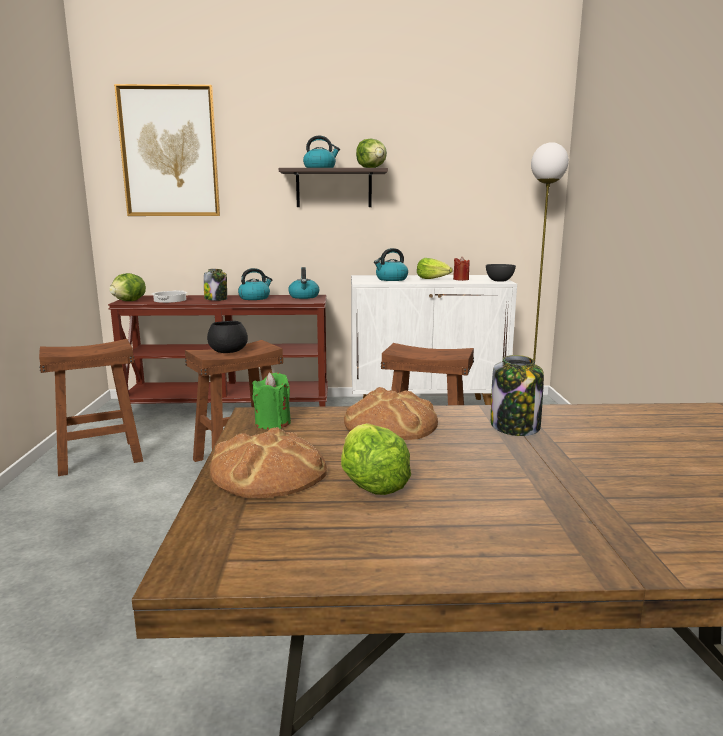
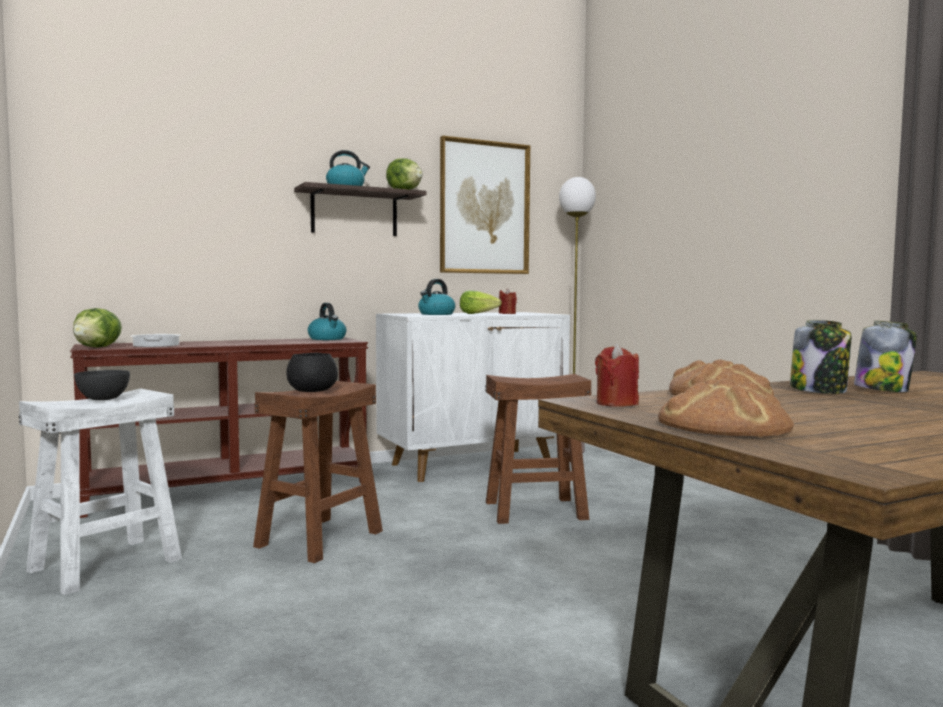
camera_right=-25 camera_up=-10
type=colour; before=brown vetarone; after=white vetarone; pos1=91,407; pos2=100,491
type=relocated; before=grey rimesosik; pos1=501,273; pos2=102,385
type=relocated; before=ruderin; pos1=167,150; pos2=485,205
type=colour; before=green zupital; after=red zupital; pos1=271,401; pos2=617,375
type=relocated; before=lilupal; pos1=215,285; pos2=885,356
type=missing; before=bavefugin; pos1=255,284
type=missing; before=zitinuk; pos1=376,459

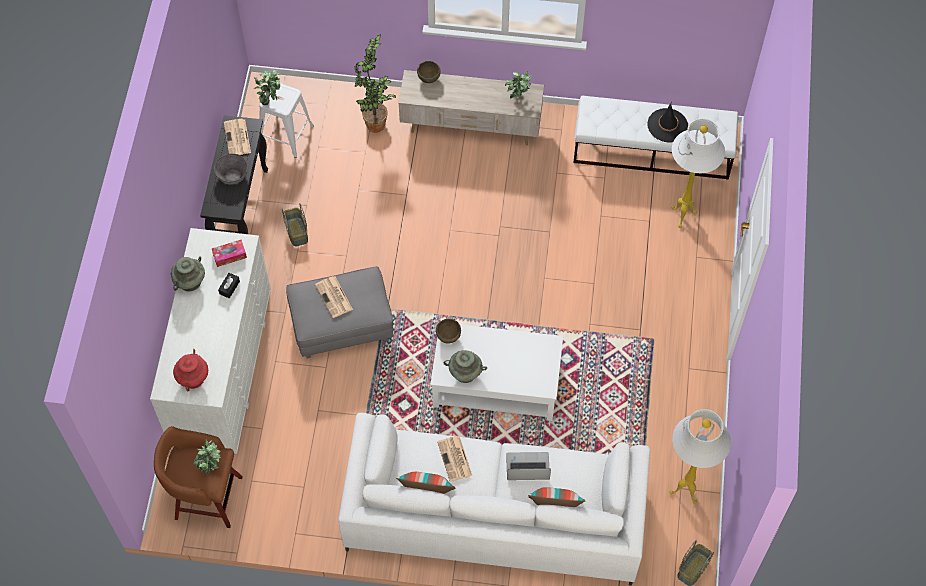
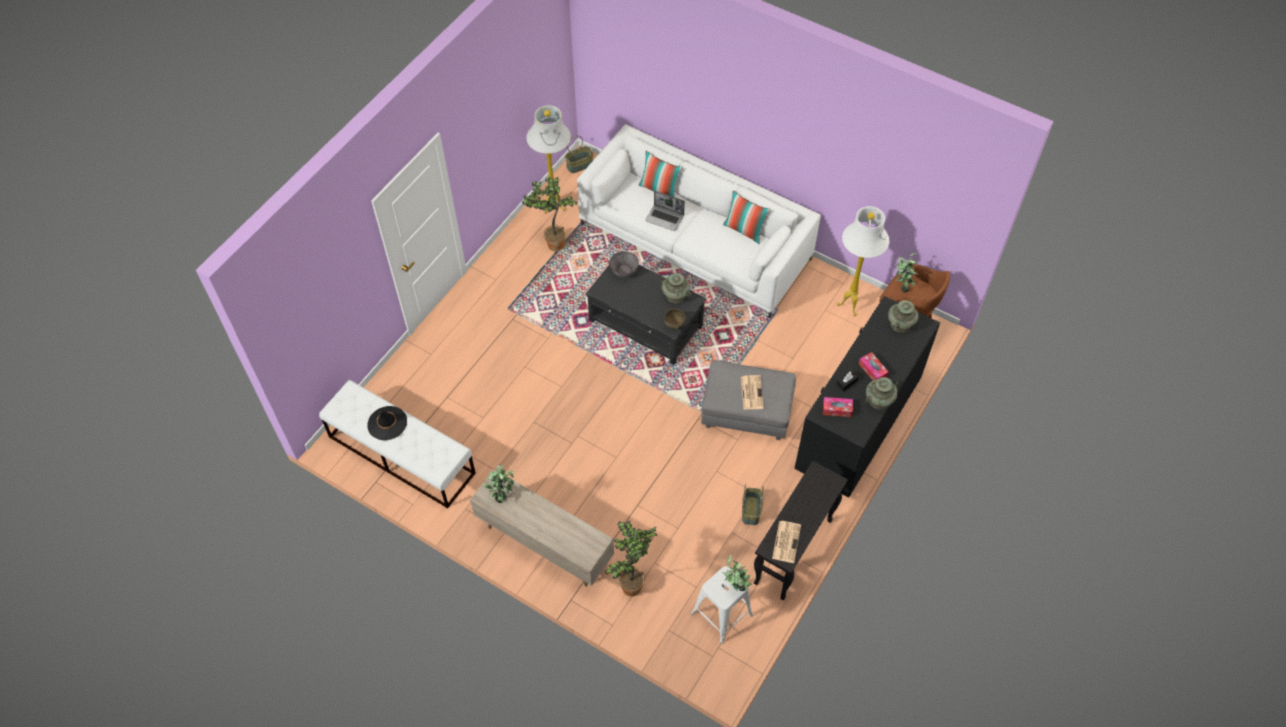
camera_right=-155 camera_up=-5
type=appeared; after=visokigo; pos2=549,214
type=colour; before=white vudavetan; after=black vudavetan; pos1=496,372; pos2=646,315
type=relocated; before=grey rimesosik; pos1=231,169; pos2=624,264
type=colour; before=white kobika; after=black kobika; pos1=210,341; pos2=867,397
type=relocated; before=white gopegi; pos1=698,173; pos2=863,261
type=appeared; after=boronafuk; pos2=874,366
type=colour; before=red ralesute; after=turquoise ralesute; pos1=190,370; pos2=903,316
type=missing; before=brown rimesosik; pos1=429,72
type=missing; before=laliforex; pos1=454,459

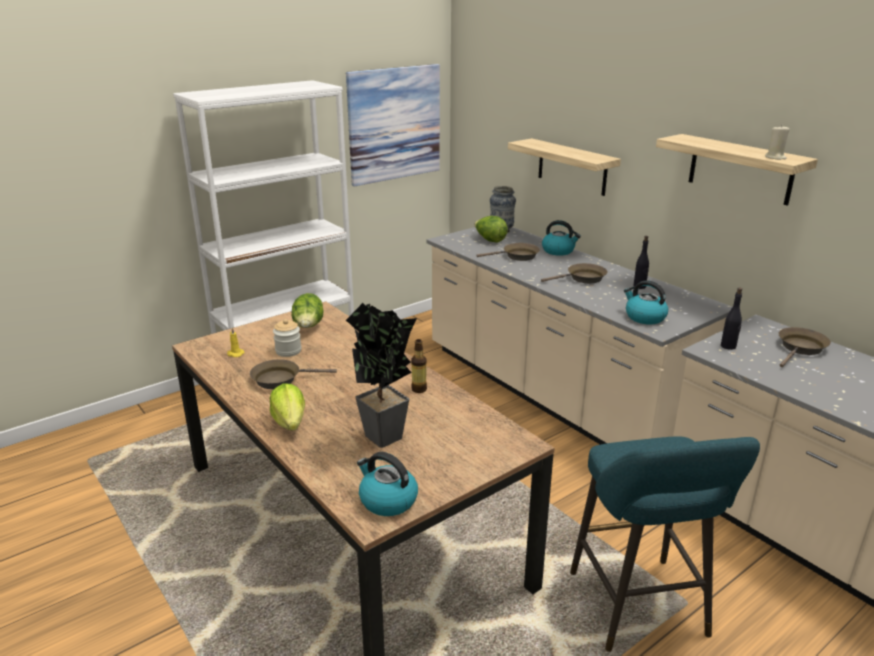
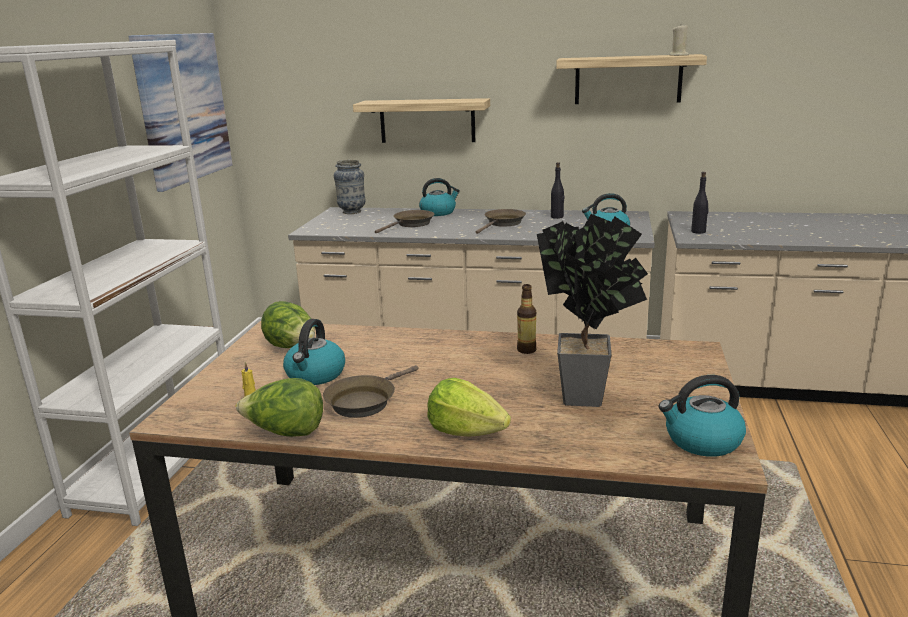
camera_right=-40 camera_up=-5
type=relocated; before=zitinuk; pos1=491,229; pos2=279,407
type=exchanged; before=lilupal; after=bavefugin; pos1=287,338; pos2=314,352
type=missing; before=turquoise vetarone; pos1=665,544
type=missing; before=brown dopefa; pos1=805,347

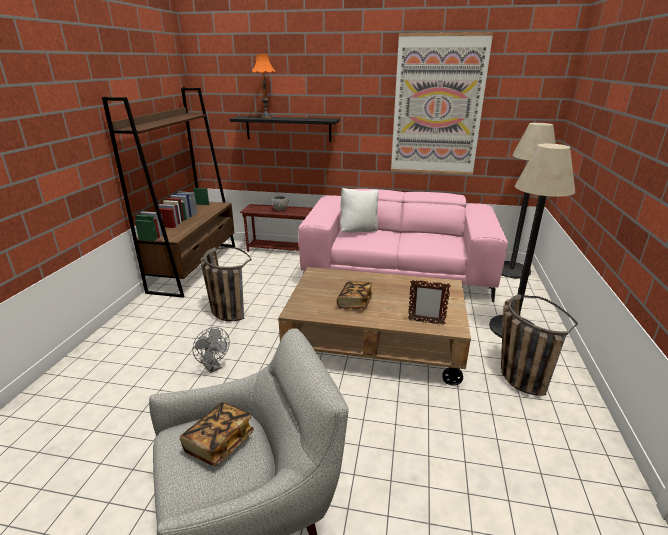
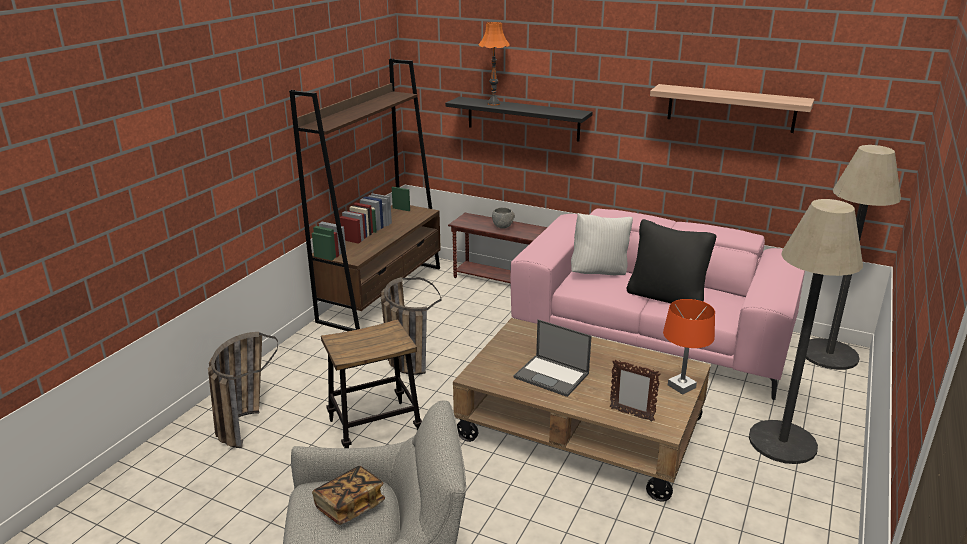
camera_right=15 camera_up=0
type=relocated; before=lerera; pos1=539,345; pos2=243,390
type=exchanged; before=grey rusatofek; after=vetarone; pos1=211,350; pos2=371,383
type=exchanged; before=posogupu; after=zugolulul; pos1=354,294; pos2=553,358
type=appeared; after=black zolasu; pos2=672,261
type=exchanged; before=ruderin; after=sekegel; pos1=442,103; pos2=732,108
type=appeared; after=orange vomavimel; pos2=689,347

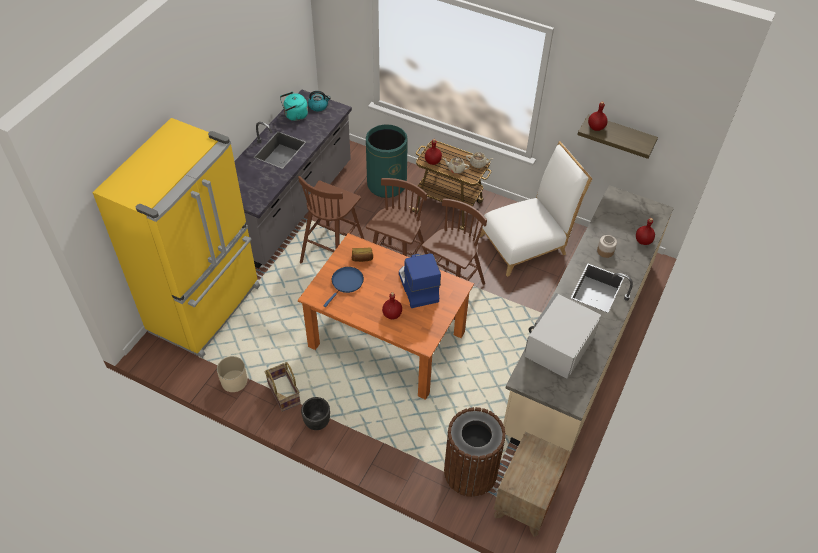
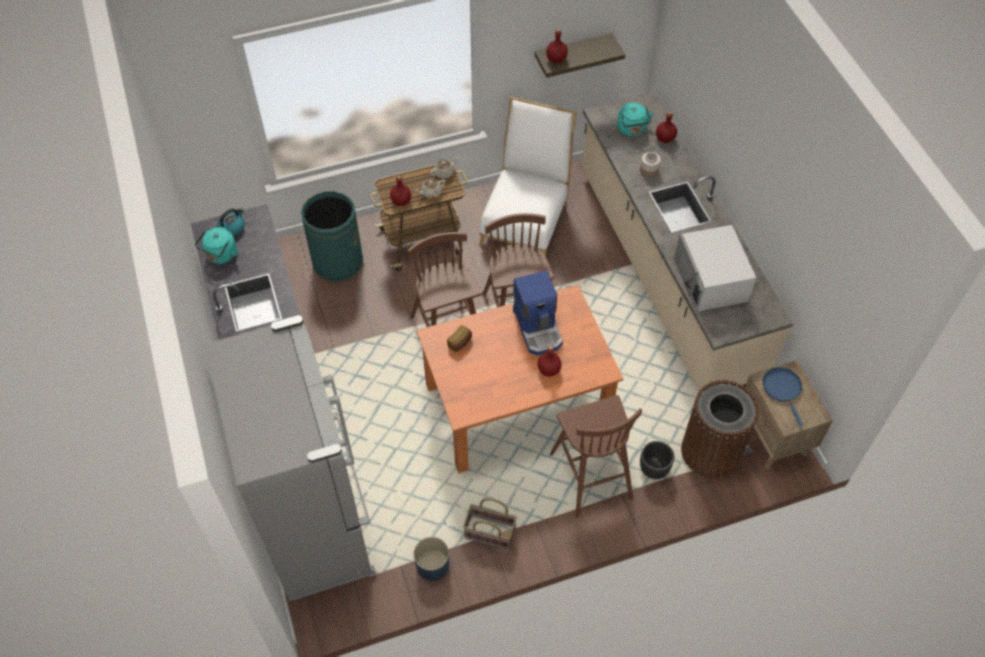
camera_right=-45 camera_up=5
type=colour; before=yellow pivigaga; after=grey pivigaga; pos1=176,238; pos2=290,458
type=colour; before=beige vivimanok; after=blue vivimanok; pos1=232,374; pos2=431,559
type=spun; before=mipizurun; pos1=420,280; pos2=538,313; turn=-135
type=relocated; before=brown vetarone; pos1=331,219; pos2=596,456
type=appeared; after=turquoise bavefugin; pos2=635,120
type=relocated; before=black vivimanok; pos1=315,413; pos2=657,460
type=relocated; before=blue dopefa; pos1=343,287; pos2=783,396

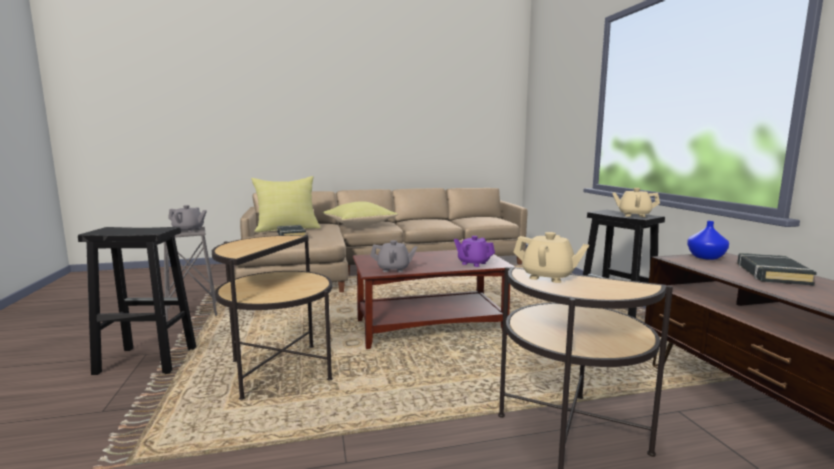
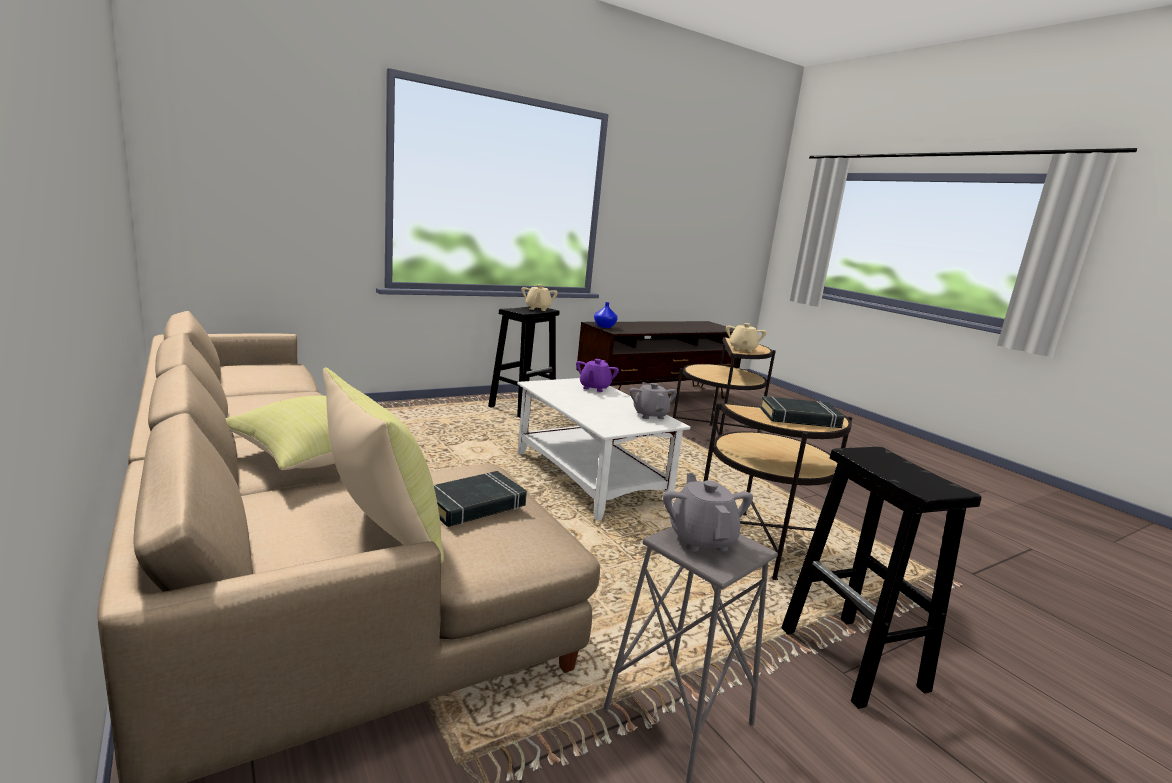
camera_right=-110 camera_up=5
type=colour; before=brown vudavetan; after=white vudavetan; pos1=434,299; pos2=604,449
type=relocated; before=black posogupu; pos1=777,269; pos2=802,412

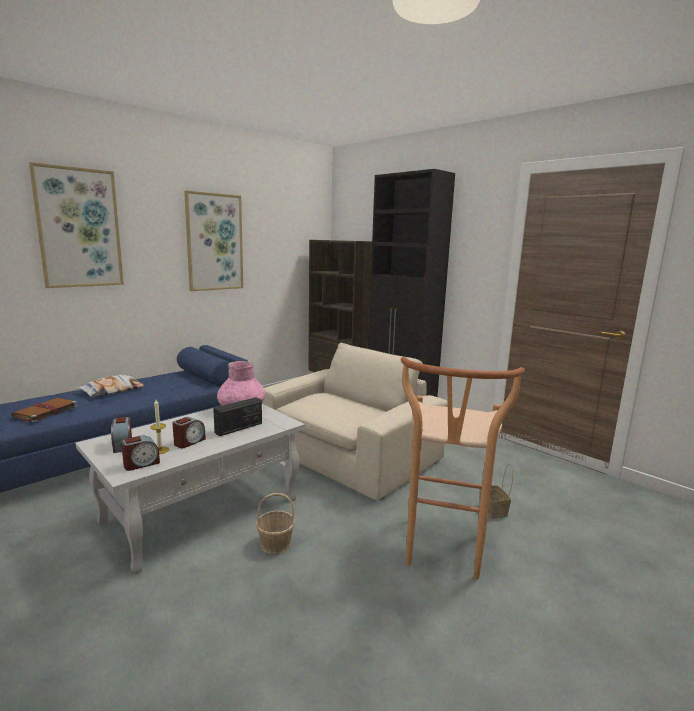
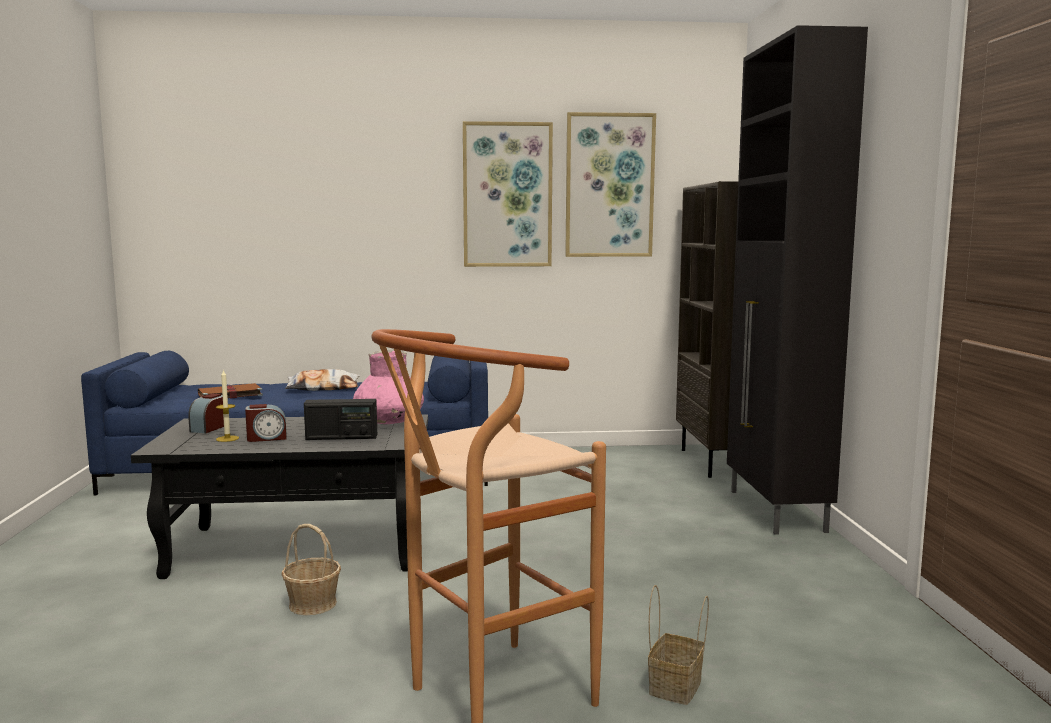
camera_right=40 camera_up=-5
type=colour; before=white vudavetan; after=black vudavetan; pos1=190,489; pos2=279,496
type=relocated; before=ruderin; pos1=76,225; pos2=610,184
type=missing; before=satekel; pos1=140,453
type=missing; before=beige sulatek; pos1=355,421

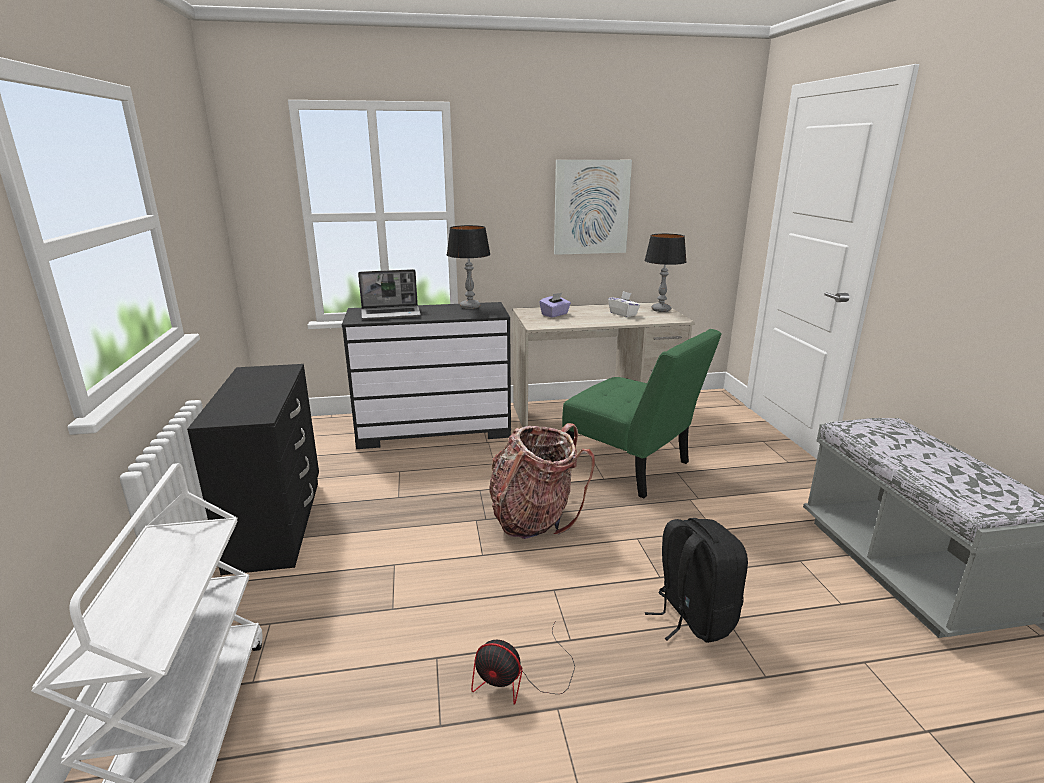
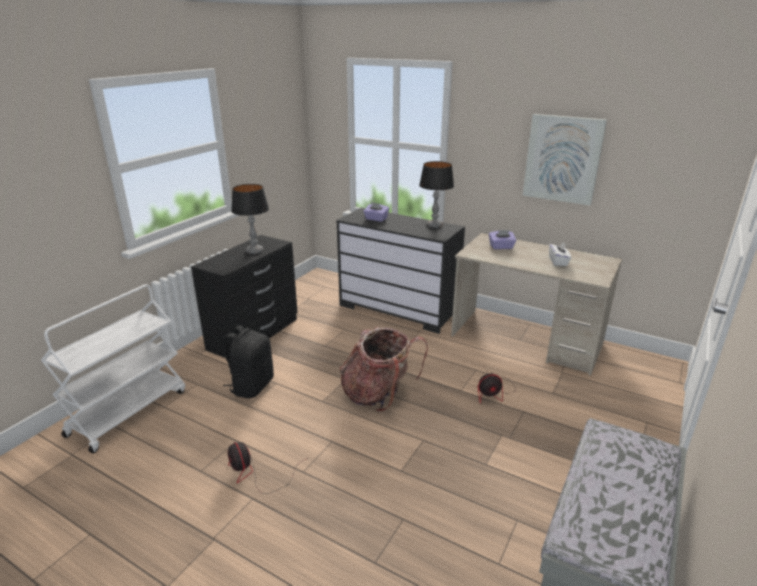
camera_right=40 camera_up=5
type=relocated; before=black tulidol; pos1=696,580; pos2=248,361
type=relocated; before=vomavimel; pos1=665,273; pos2=250,219
type=exchanged; before=zugolulul; after=purple boronafuk; pos1=389,294; pos2=376,212
type=exchanged; before=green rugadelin; after=rusatofek; pos1=642,413; pos2=497,385

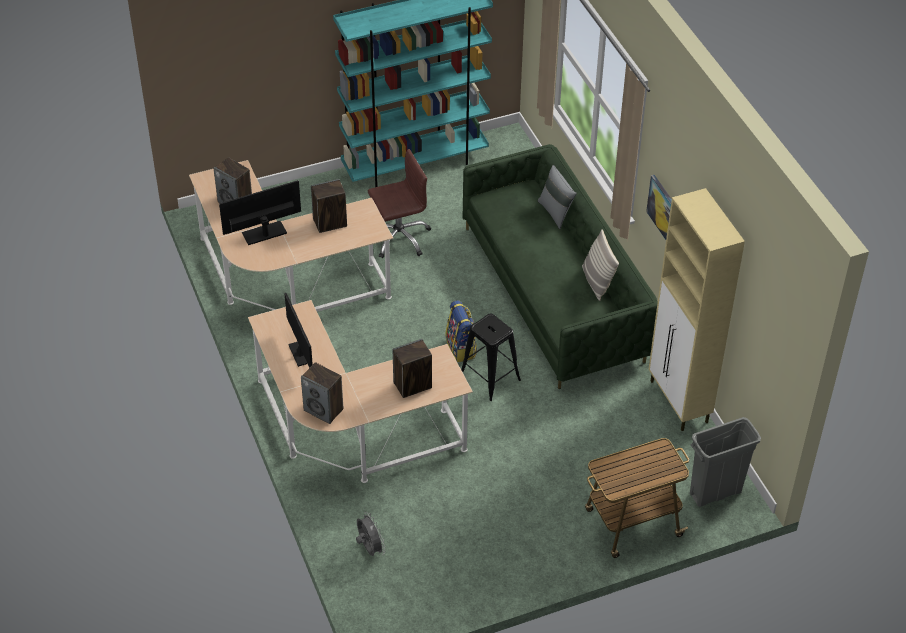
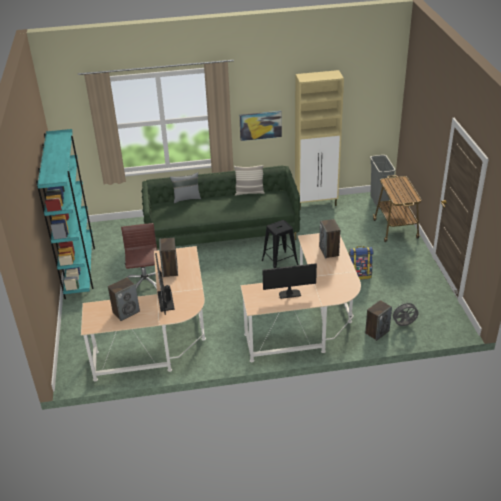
camera_right=-75 camera_up=-10
type=relocated; before=tulidol; pos1=461,331; pos2=361,263
type=relocated; before=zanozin; pos1=322,393; pos2=378,320

